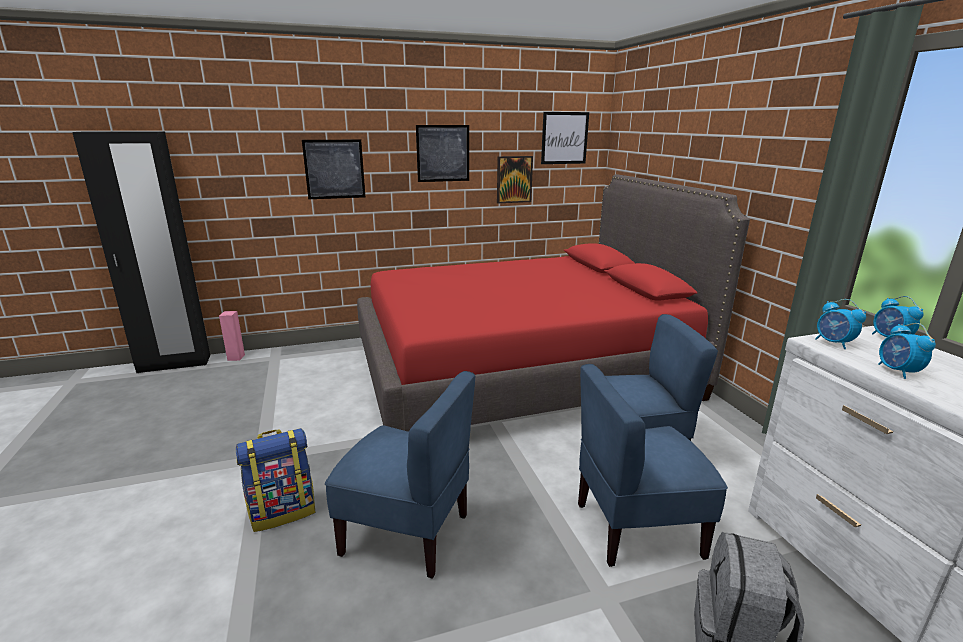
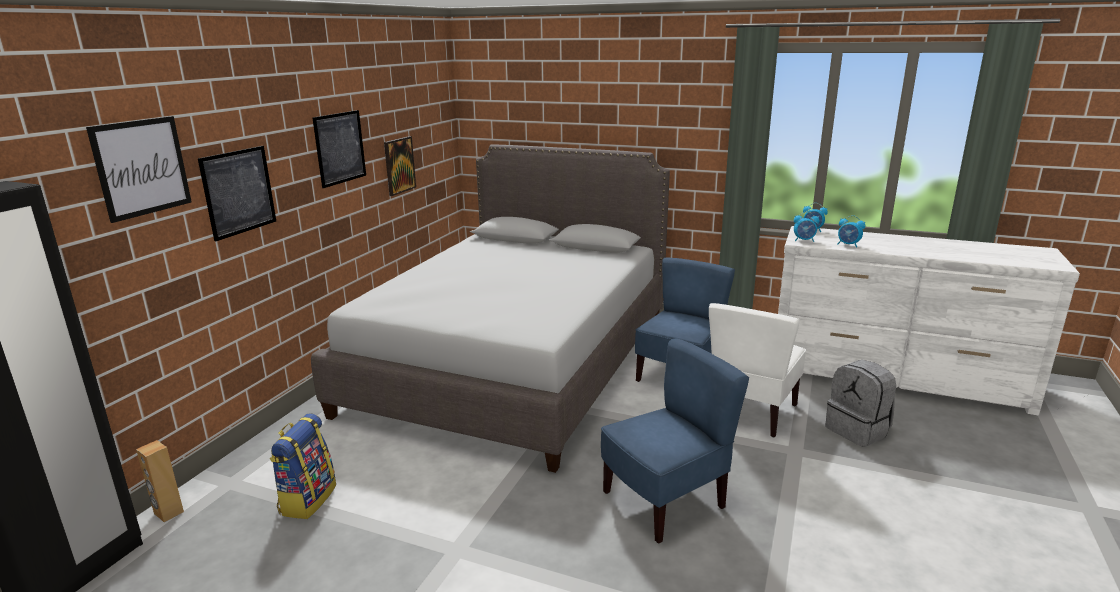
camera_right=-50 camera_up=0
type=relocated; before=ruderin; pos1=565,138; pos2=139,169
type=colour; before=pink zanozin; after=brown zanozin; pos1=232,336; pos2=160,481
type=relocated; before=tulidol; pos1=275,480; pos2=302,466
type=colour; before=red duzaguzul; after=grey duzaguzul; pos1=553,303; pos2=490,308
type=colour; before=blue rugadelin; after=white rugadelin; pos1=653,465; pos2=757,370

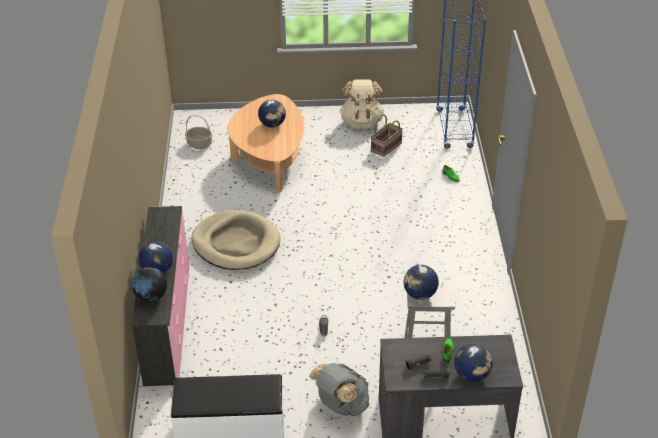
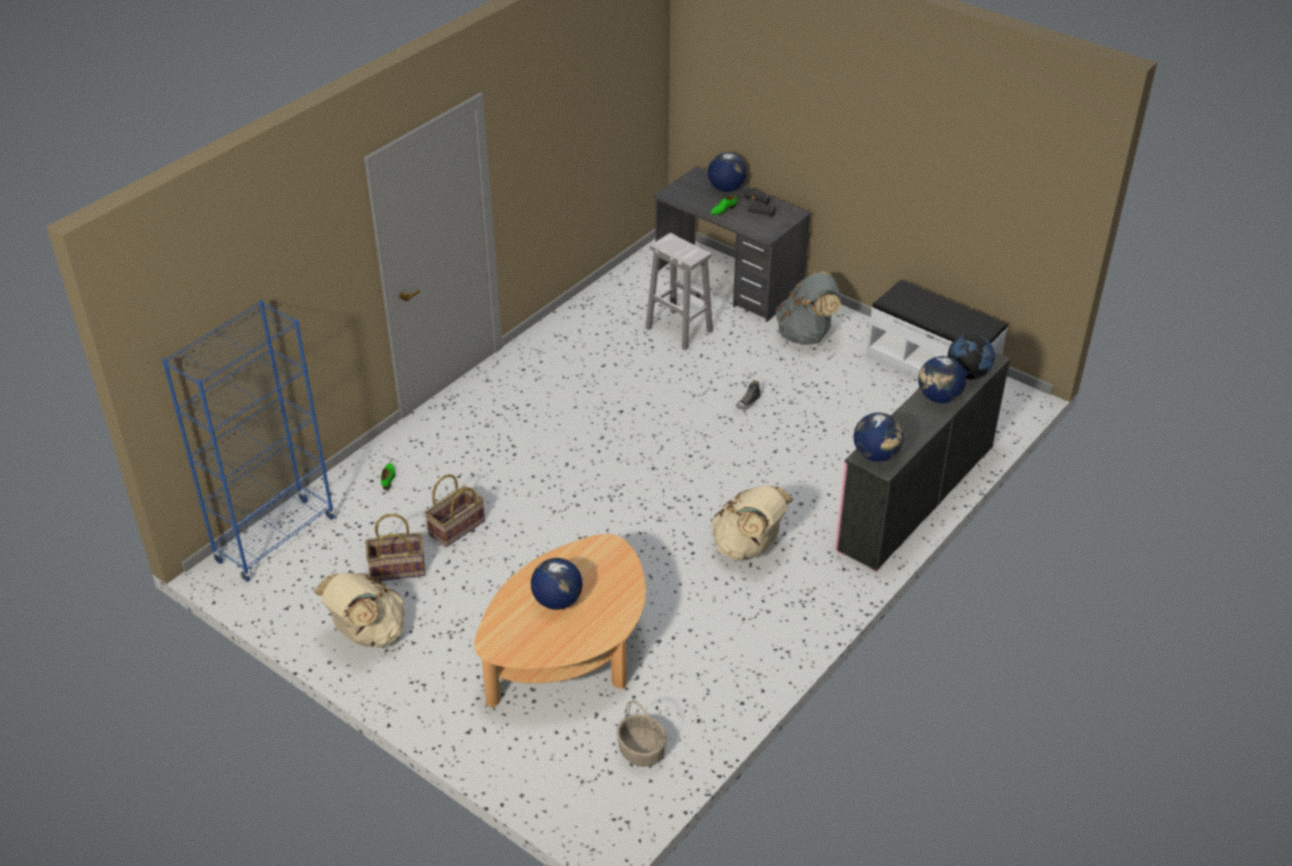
camera_right=-140 camera_up=0
type=appeared; after=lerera; pos2=454,510
type=exchanged; before=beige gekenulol; after=beige tulidol; pos1=236,240; pos2=752,523
type=relocated; before=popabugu; pos1=421,282; pos2=878,437

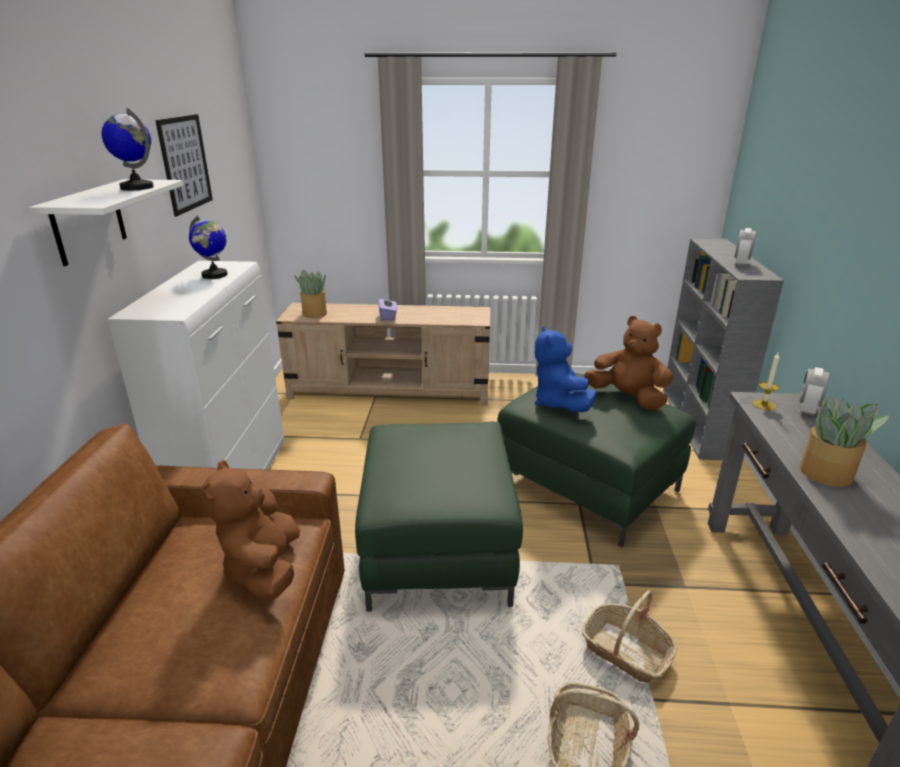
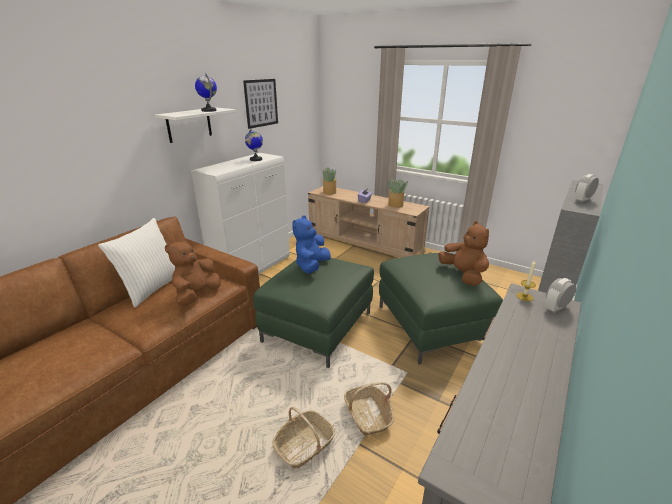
camera_right=30 camera_up=0
type=appeared; after=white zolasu; pos2=136,263
type=relocated; before=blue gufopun; pos1=565,369; pos2=311,244
type=relocated; before=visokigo; pos1=844,442; pos2=397,193

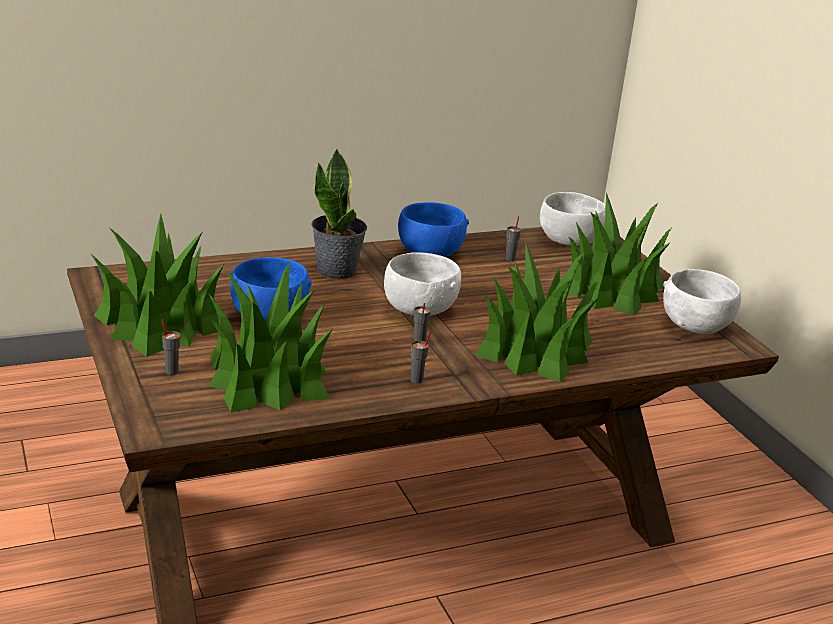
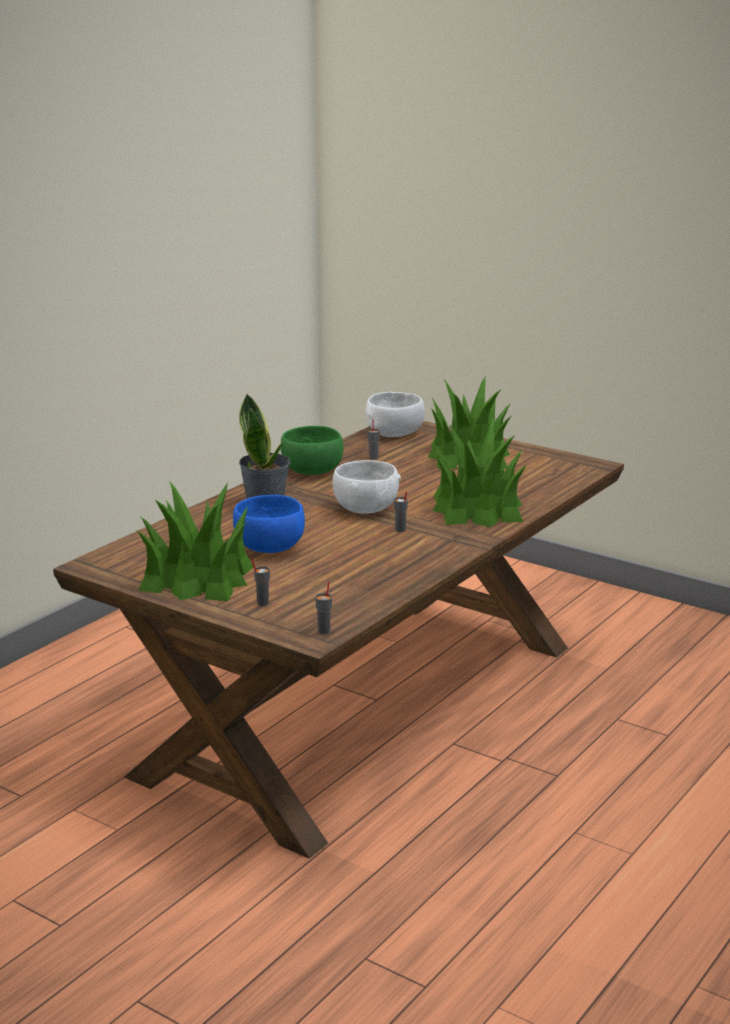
camera_right=-30 camera_up=-5
type=colour; before=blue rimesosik; after=green rimesosik; pos1=433,229; pos2=312,450
type=relocated; before=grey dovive; pos1=421,357; pos2=323,608
type=missing; before=visokigo; pos1=270,337
type=missing; before=white rimesosik; pos1=702,301

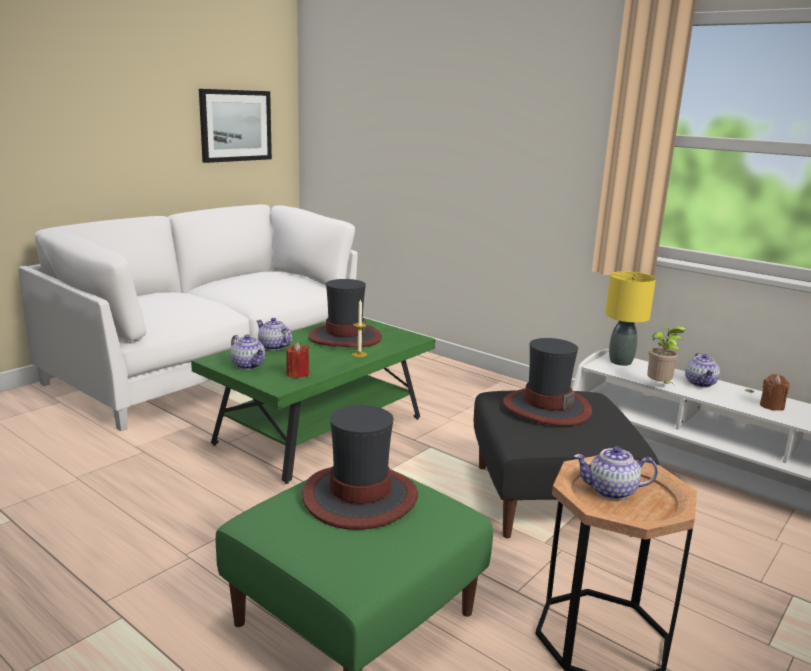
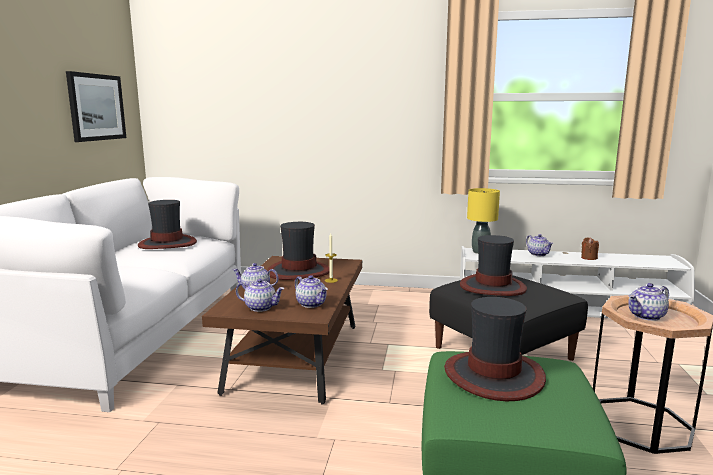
camera_right=-30 camera_up=-5
type=appeared; after=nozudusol; pos2=167,224
type=colour; before=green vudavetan; after=brown vudavetan; pos1=313,401; pos2=282,330
type=exchanged; before=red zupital; after=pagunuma; pos1=297,360; pos2=311,291
type=missing; before=visokigo; pos1=667,355

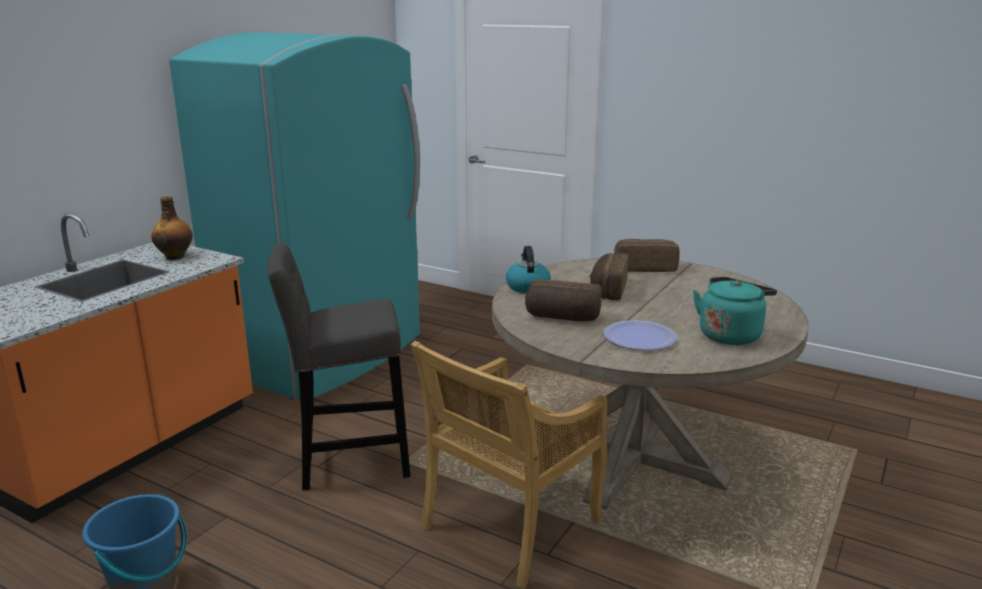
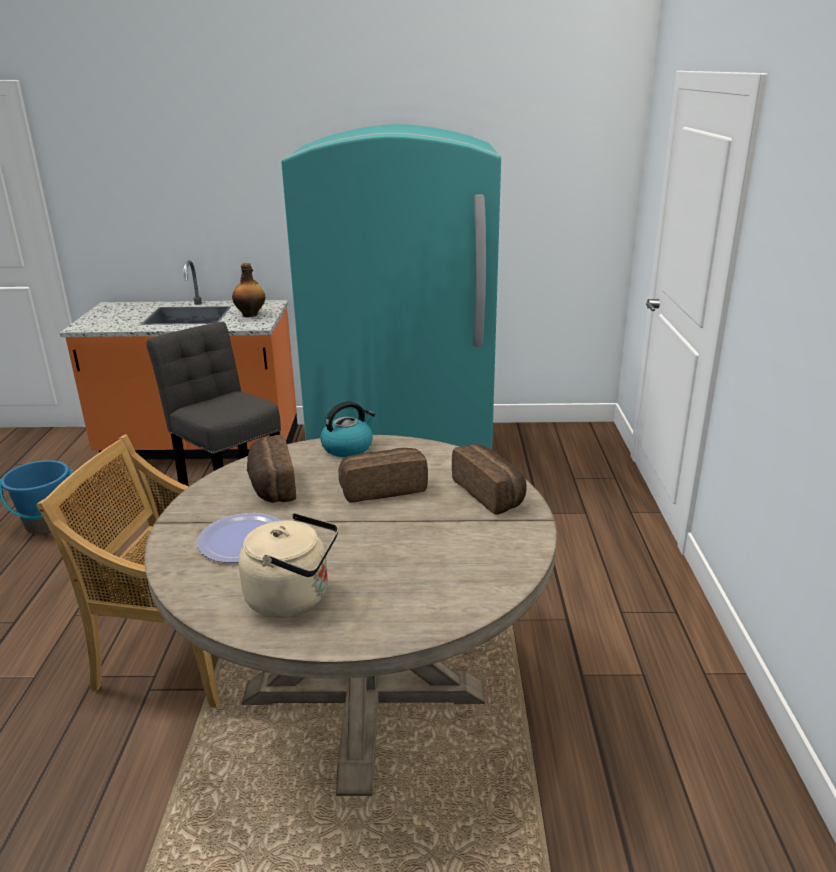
camera_right=60 camera_up=5
type=colour; before=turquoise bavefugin; after=beige bavefugin; pos1=735,311; pos2=288,565

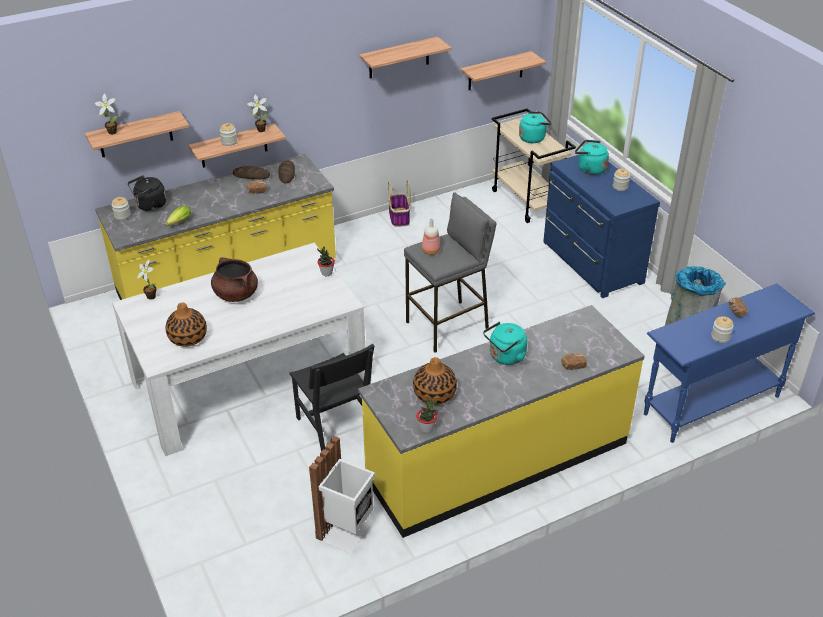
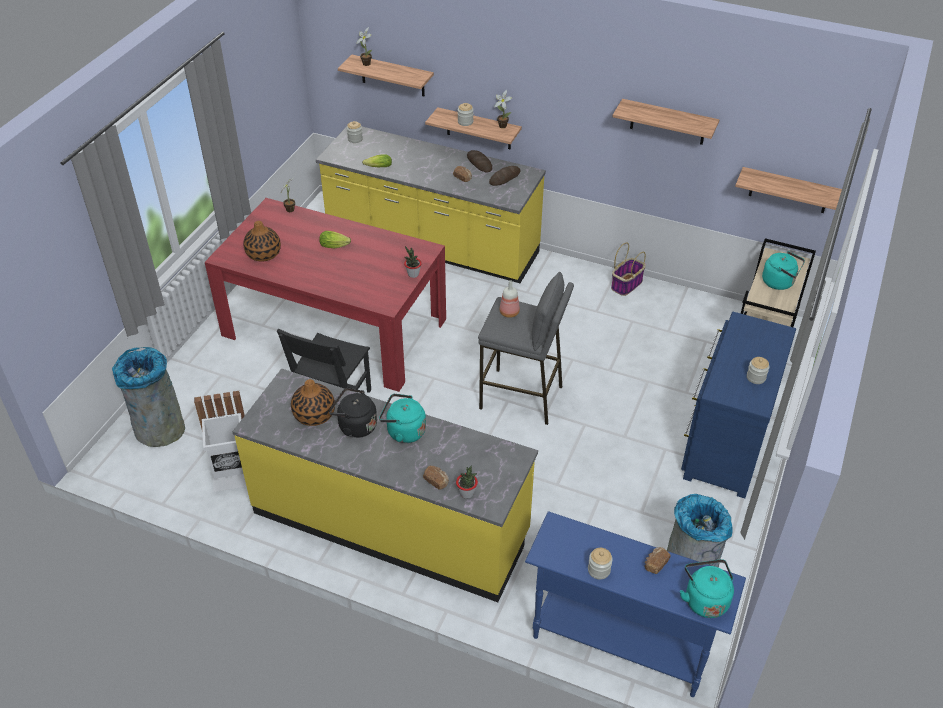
camera_right=50 camera_up=5
type=appeared; after=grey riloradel; pos2=148,397
type=colour; before=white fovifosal; after=red fovifosal; pos1=238,349; pos2=325,295
type=exchanged; before=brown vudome; after=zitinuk; pos1=234,279; pos2=335,239
type=relocated; before=black bavefugin; pos1=147,193; pos2=353,413
type=relocated; before=visokigo; pos1=427,415; pos2=467,482
type=relocated; before=turquoise bavefugin; pos1=592,157; pos2=707,588

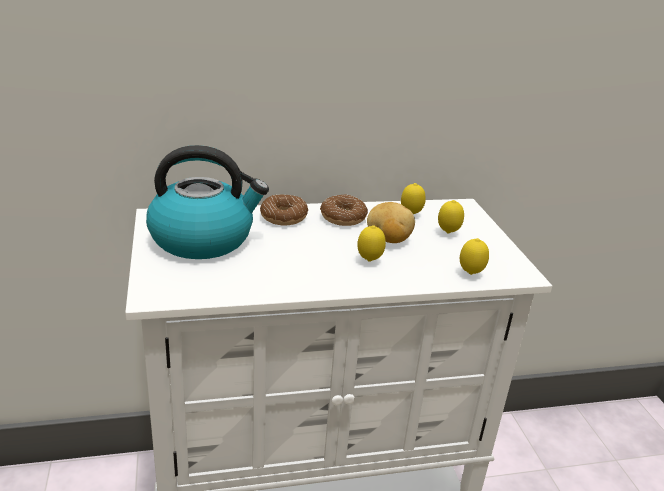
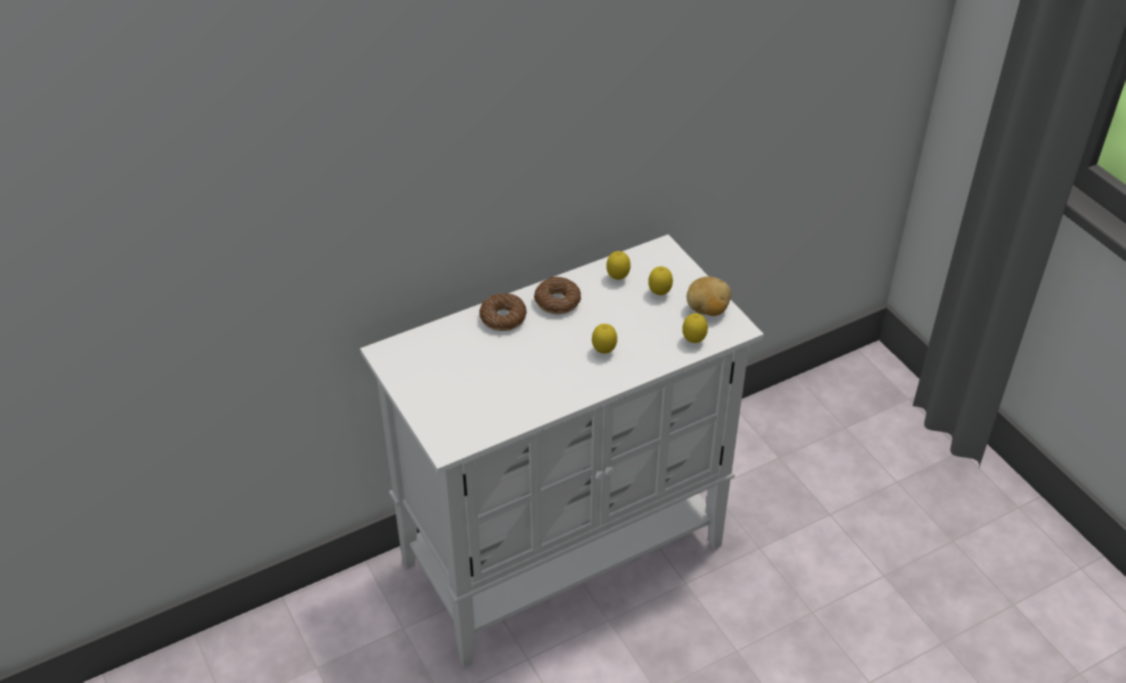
camera_right=-15 camera_up=15
type=relocated; before=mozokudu; pos1=391,222; pos2=709,296
type=missing; before=bavefugin; pos1=207,202

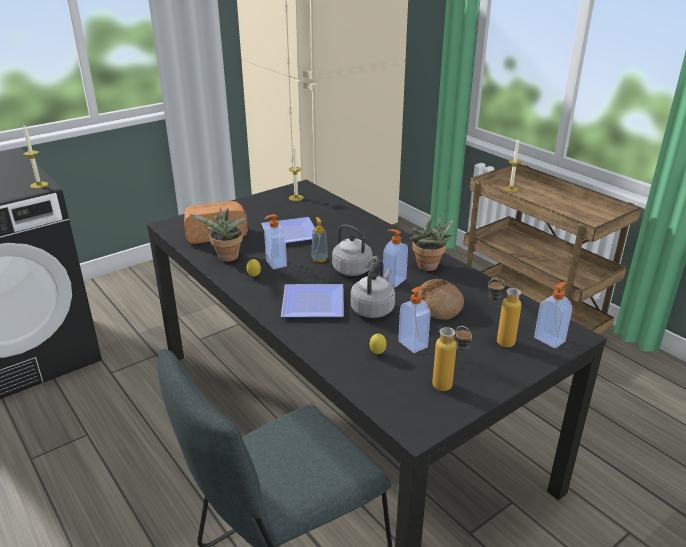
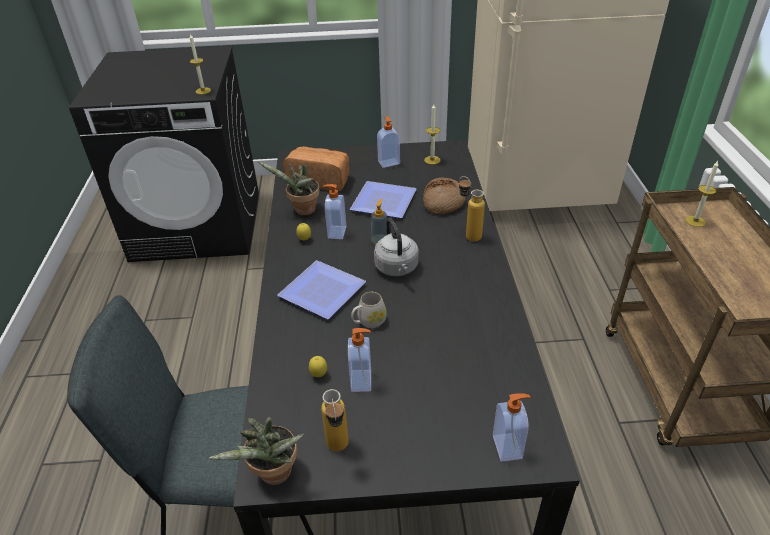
camera_right=35 camera_up=10
type=relocated; before=visokigo; pos1=432,243; pos2=256,451
type=exchanged; before=grey bavefugin; after=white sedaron; pos1=373,289; pos2=369,310
type=relocated; before=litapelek; pos1=395,258; pos2=388,142
type=relocated; before=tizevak; pos1=441,299; pos2=444,196
type=relocated; before=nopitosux; pos1=504,312; pos2=472,209

